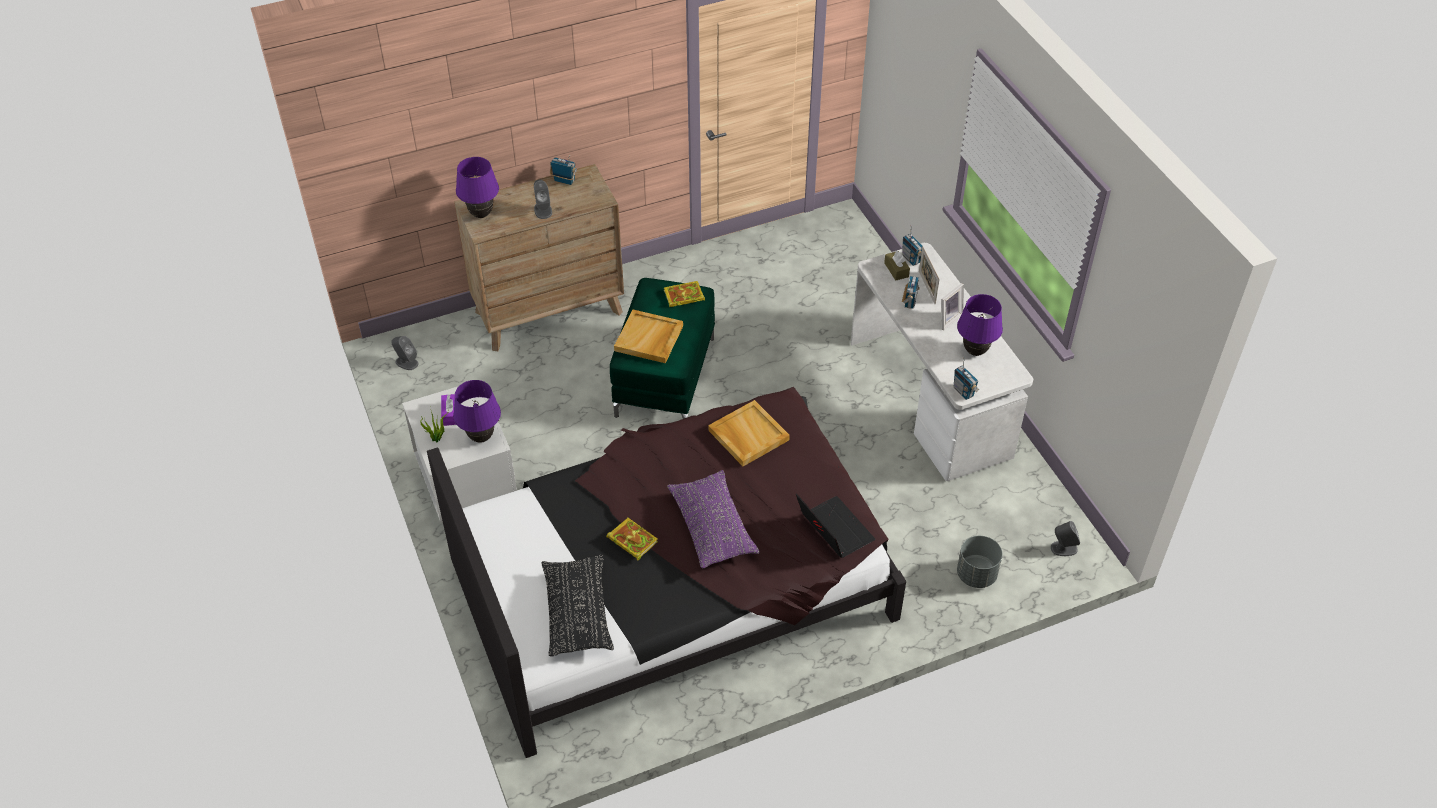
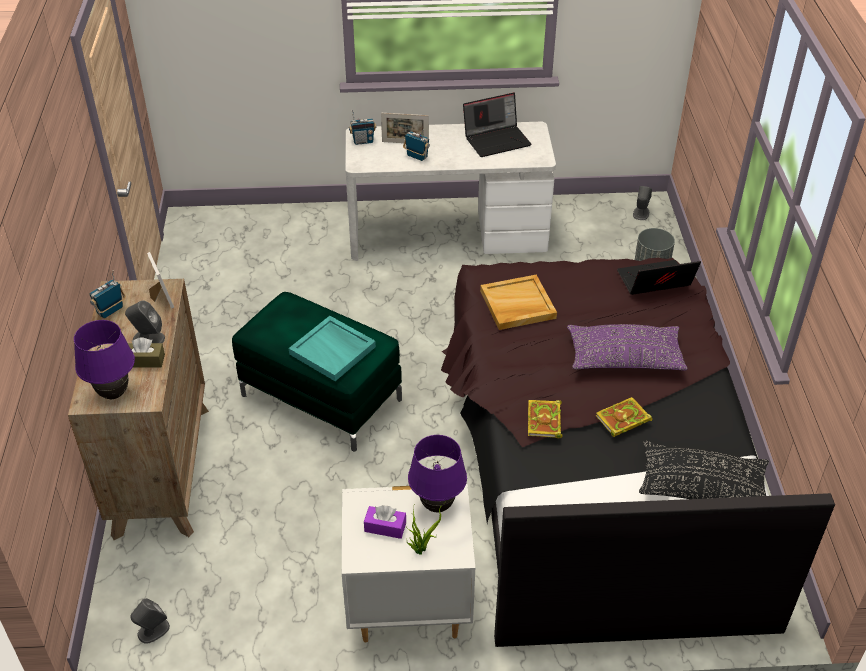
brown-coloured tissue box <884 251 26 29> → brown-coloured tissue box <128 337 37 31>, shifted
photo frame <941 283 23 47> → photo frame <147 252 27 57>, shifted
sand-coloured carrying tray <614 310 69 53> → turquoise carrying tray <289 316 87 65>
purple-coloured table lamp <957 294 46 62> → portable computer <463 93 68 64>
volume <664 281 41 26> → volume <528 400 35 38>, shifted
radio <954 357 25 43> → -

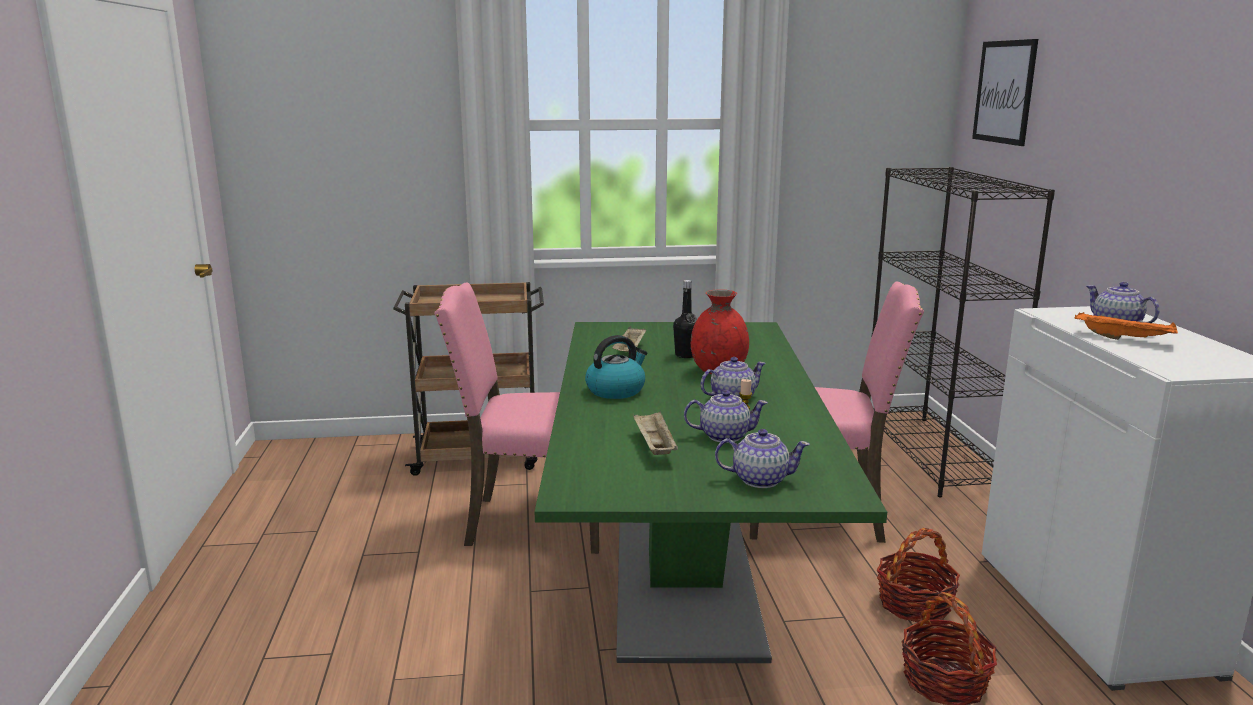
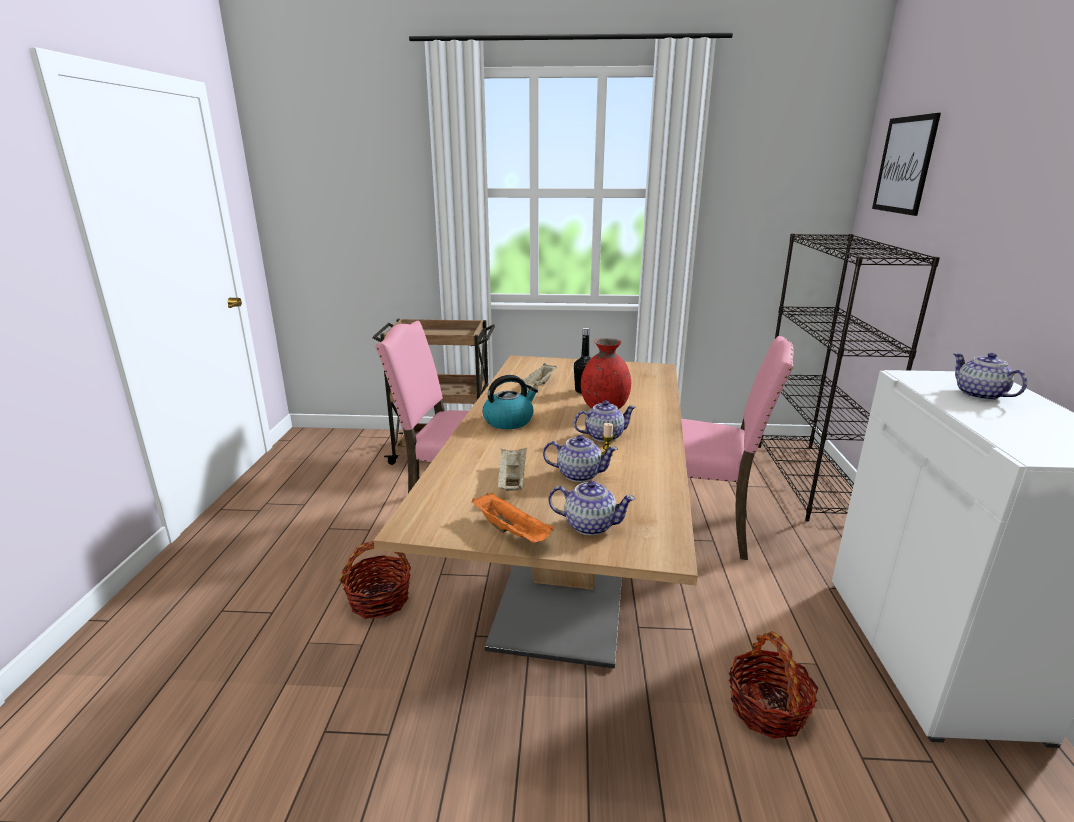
basket <877 528 83 94> → basket <339 541 72 78>, shifted
green-coloured dining table <535 322 352 341> → sand-coloured dining table <374 355 324 314>
orange carrying tray <1075 312 103 28> → orange carrying tray <472 493 82 50>, shifted

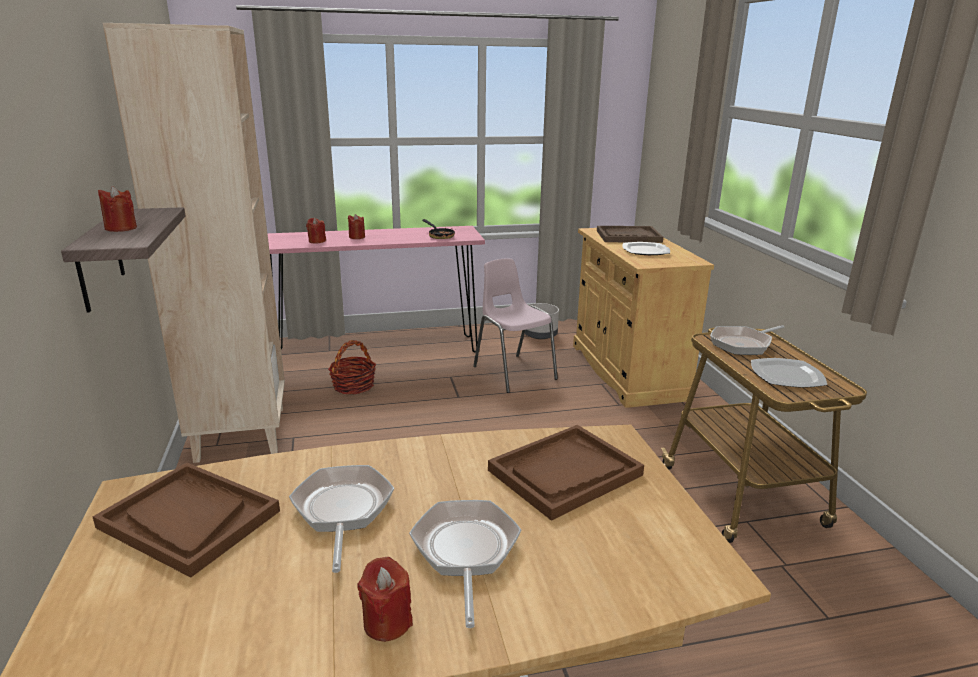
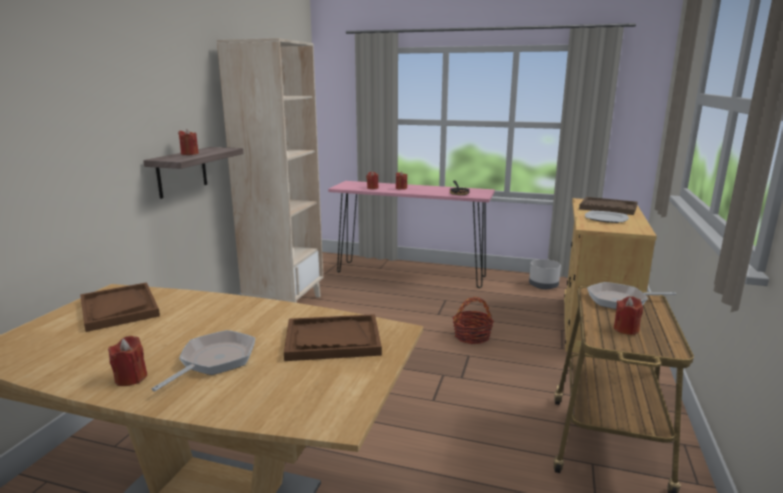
basket <328 340 48 54> → basket <452 297 42 47>, shifted
plate <751 358 76 30> → red candle <614 296 29 39>
pan <289 465 106 108> → -
pink plain chair <473 258 85 135> → -

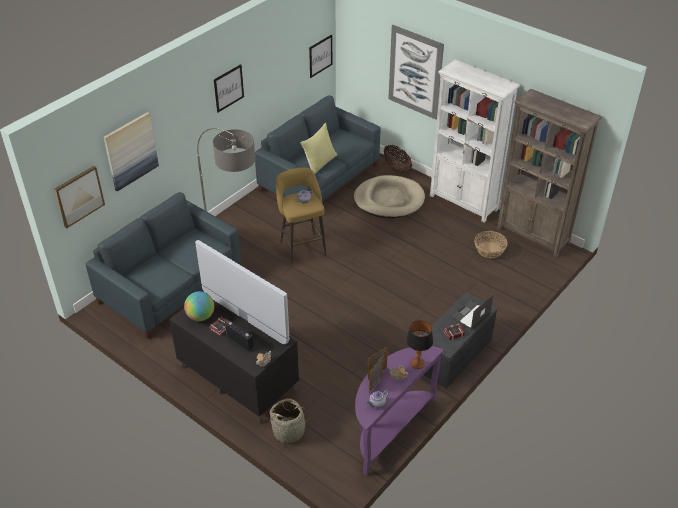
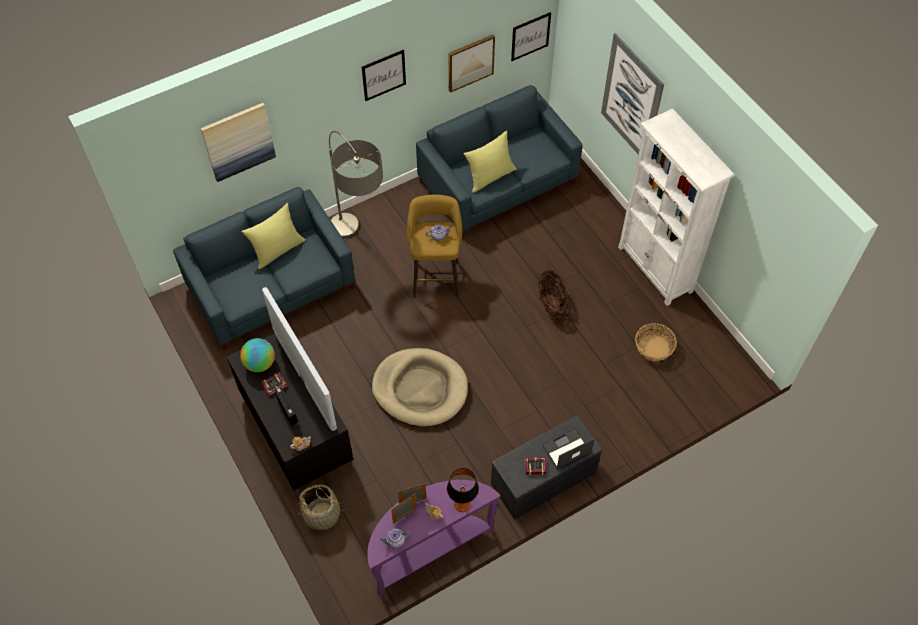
- → yellow-coloured pillow <242 203 63 66>
sand-coloured dog cushion <354 175 71 43> → sand-coloured dog cushion <372 348 96 79>, shifted
wall art <54 166 51 62> → wall art <448 34 47 59>, shifted
basket <384 145 28 29> → basket <538 270 30 49>, shifted
brown-coloured bookcase <497 89 105 168> → -

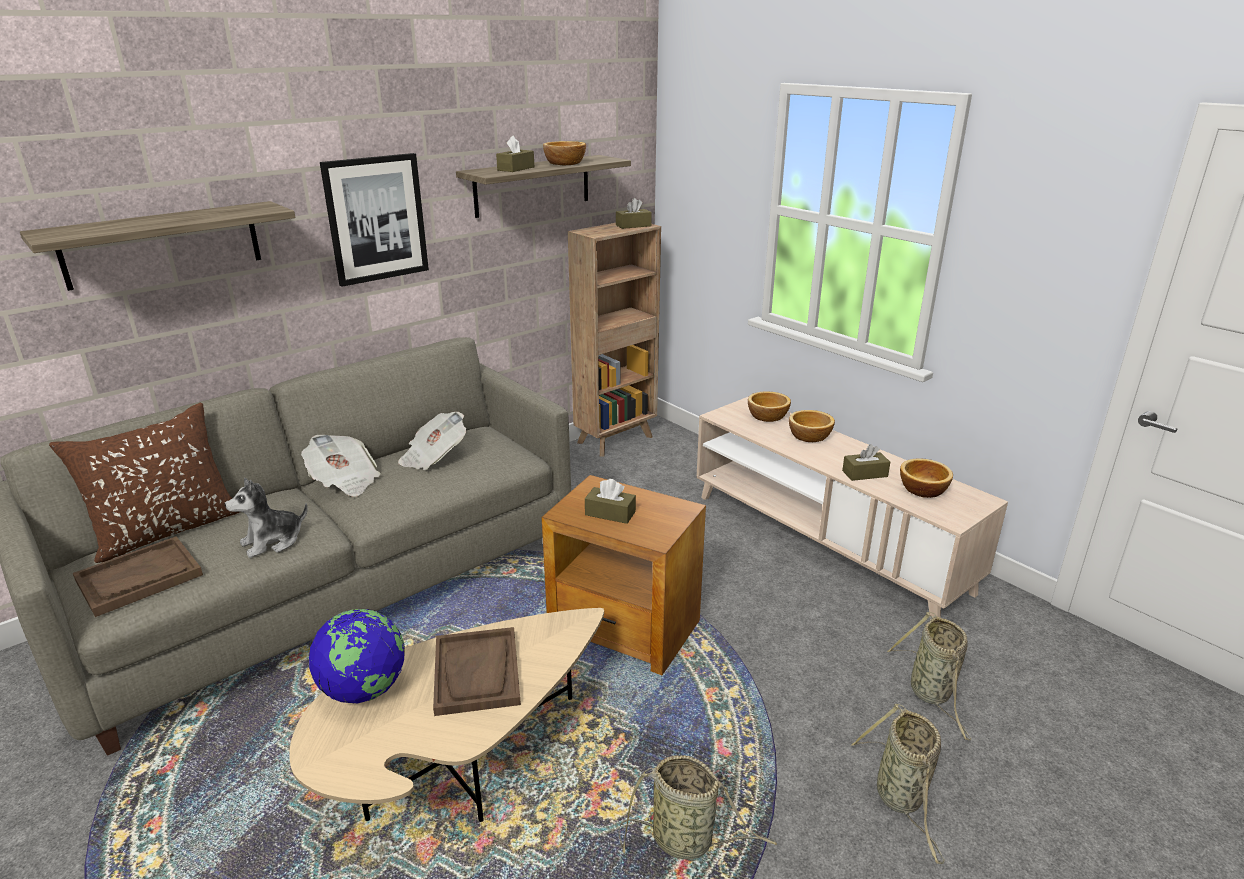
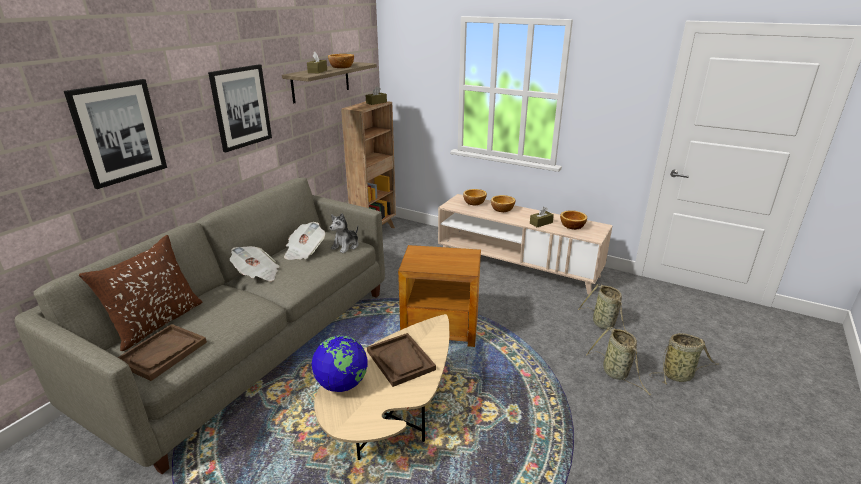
wall shelf <20 201 275 90> → wall art <64 79 103 110>
soft toy <224 478 84 80> → soft toy <330 213 29 40>, shifted
basket <618 755 159 105> → basket <649 333 71 52>, shifted
brown-coloured tissue box <585 479 51 45> → -

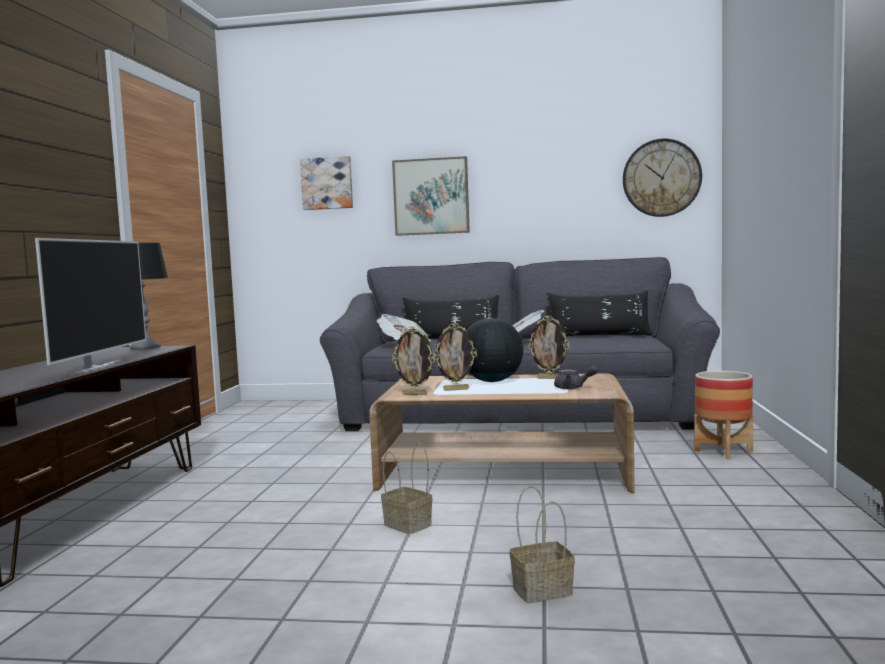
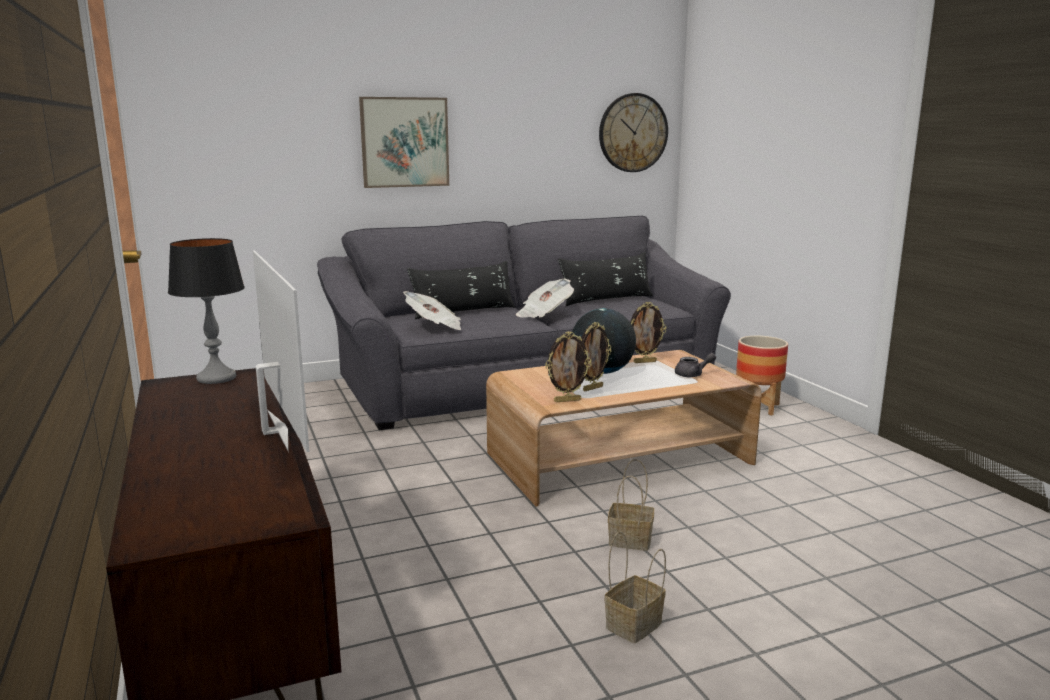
basket <510 486 65 117> → basket <605 531 61 112>, shifted
wall art <300 156 53 54> → -

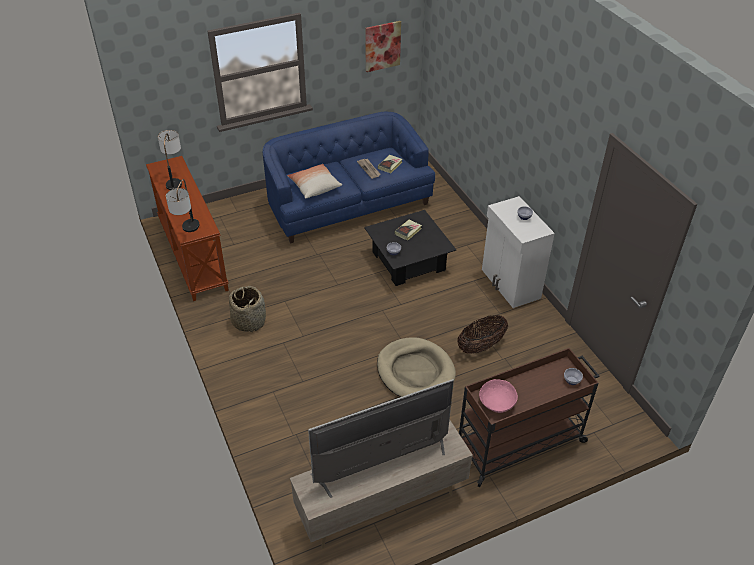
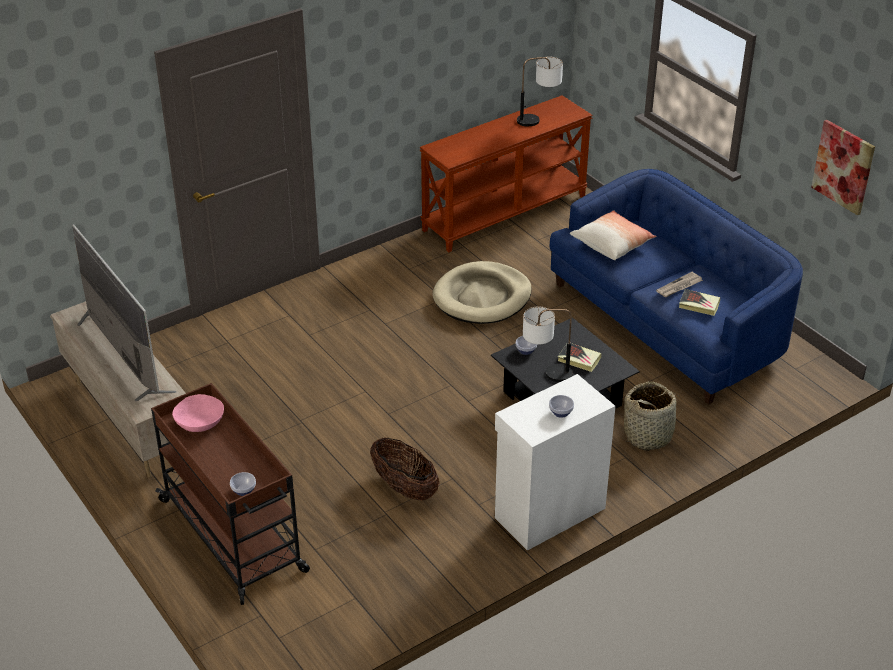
sand-coloured dog cushion <377 337 79 60> → sand-coloured dog cushion <432 261 100 63>, shifted
table lamp <166 179 34 53> → table lamp <523 306 50 76>, shifted
basket <229 286 37 46> → basket <622 382 61 69>, shifted

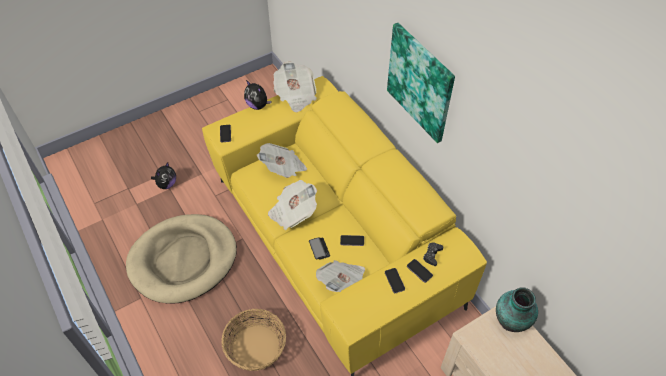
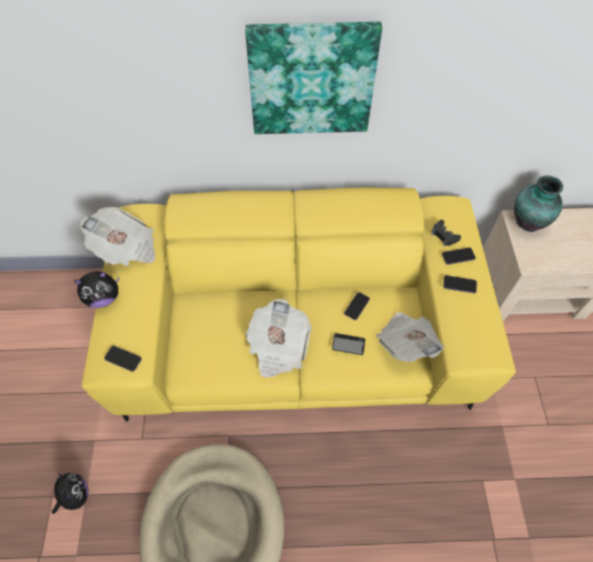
basket <221 309 65 62> → -
daily paper <257 143 50 35> → -

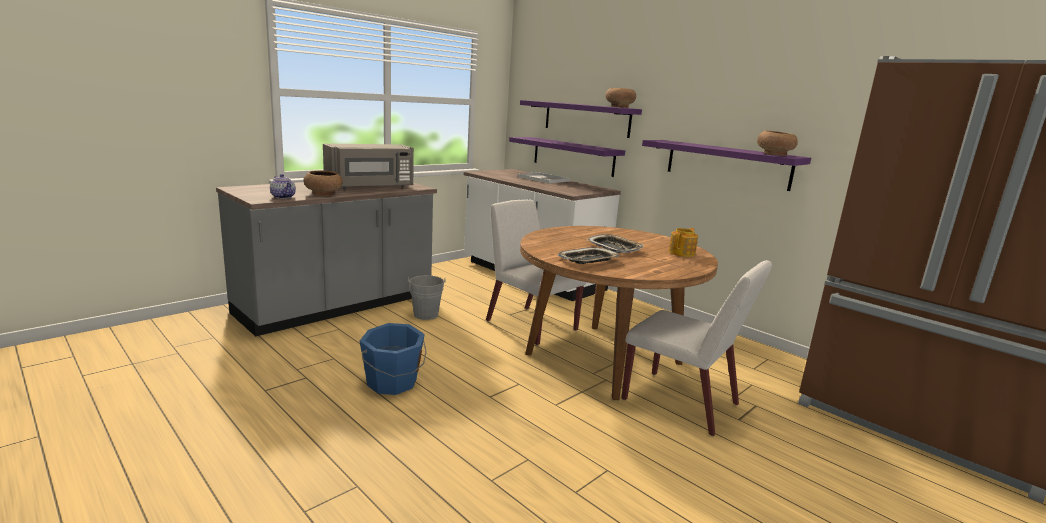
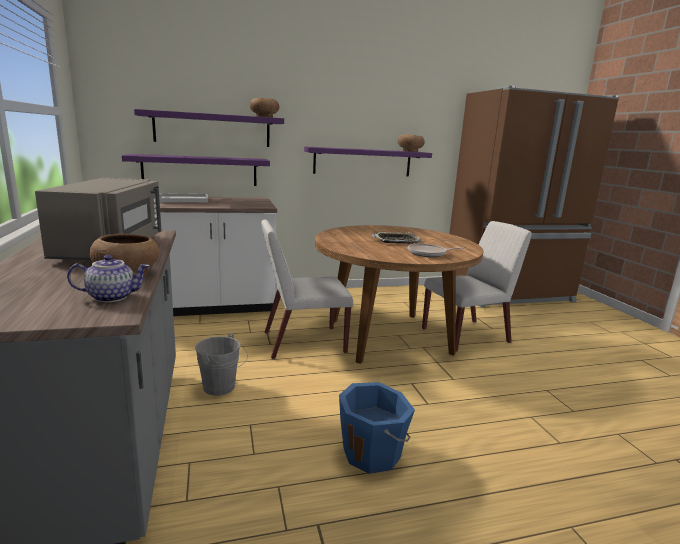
carrying tray <557 247 63 17> → pan <408 244 57 13>
teapot <669 228 29 29> → -

